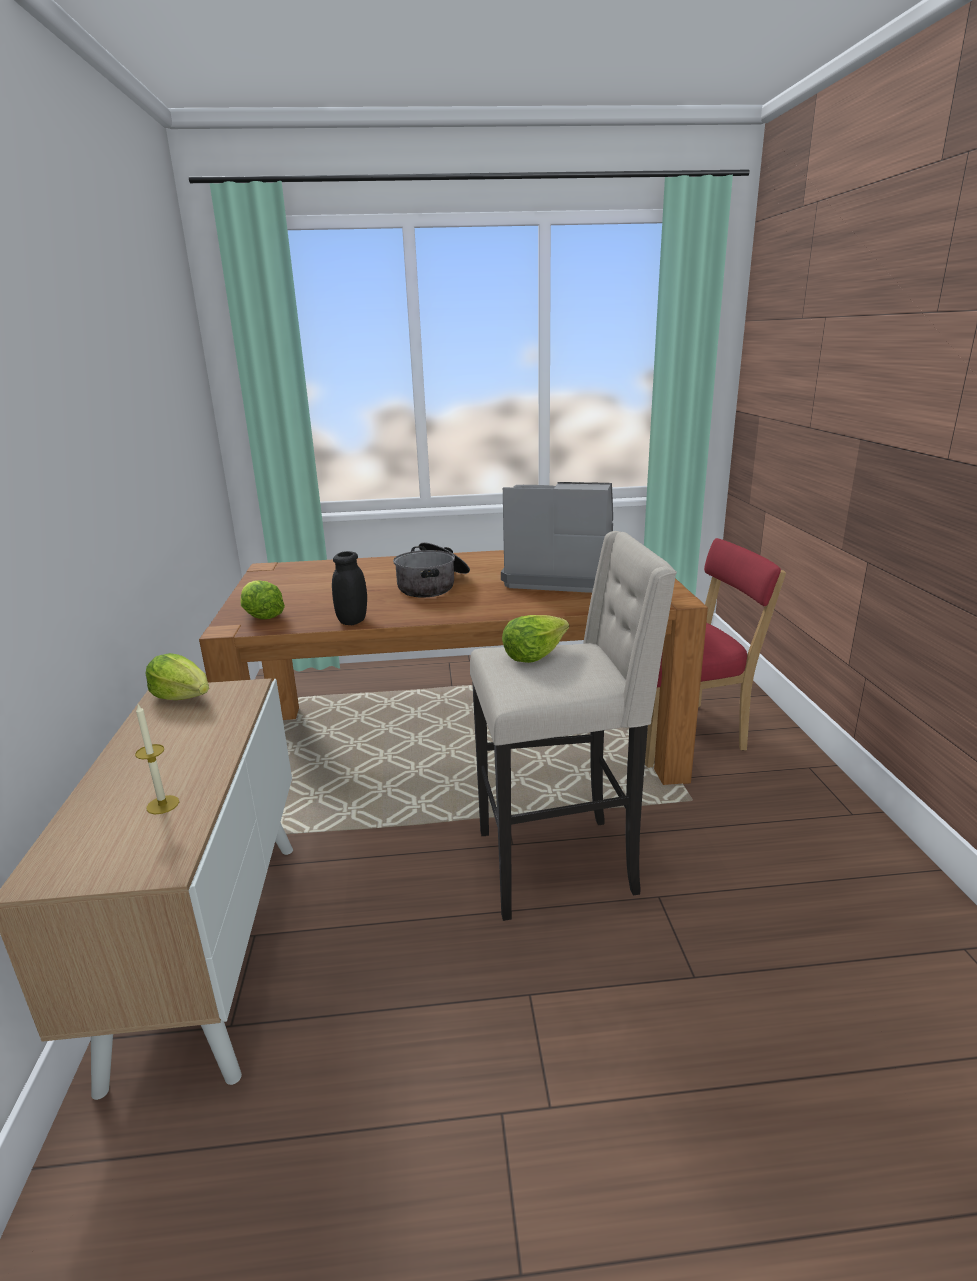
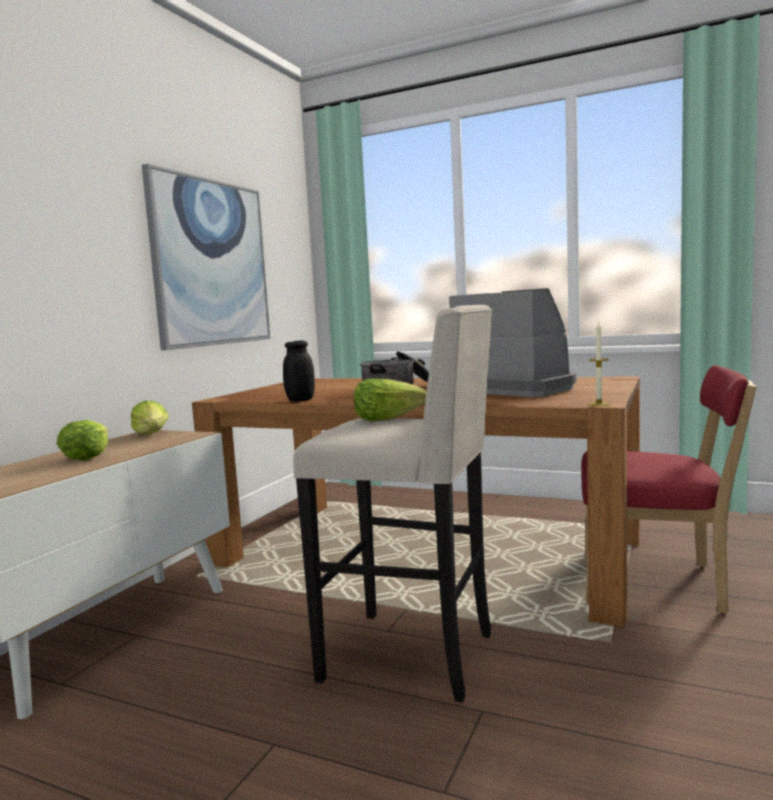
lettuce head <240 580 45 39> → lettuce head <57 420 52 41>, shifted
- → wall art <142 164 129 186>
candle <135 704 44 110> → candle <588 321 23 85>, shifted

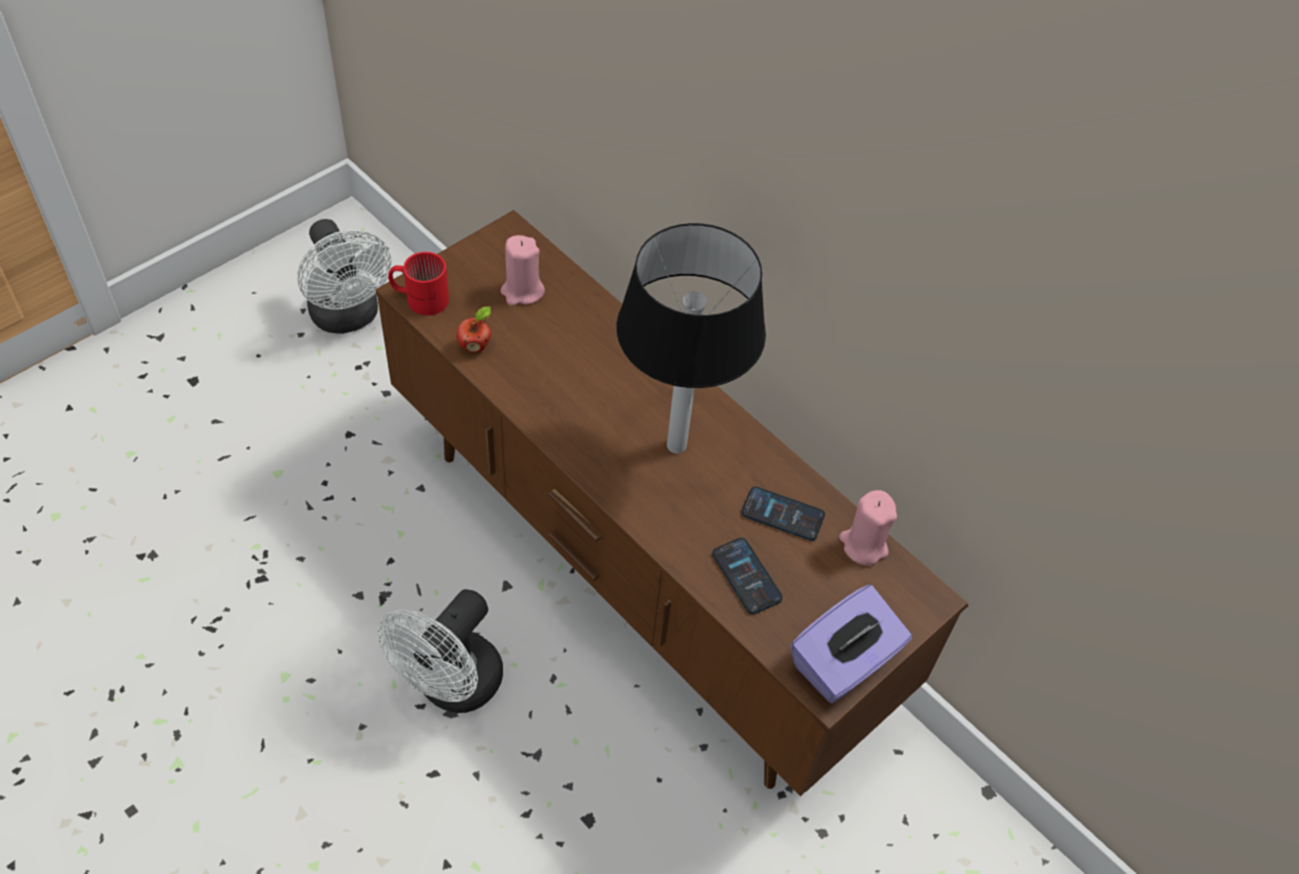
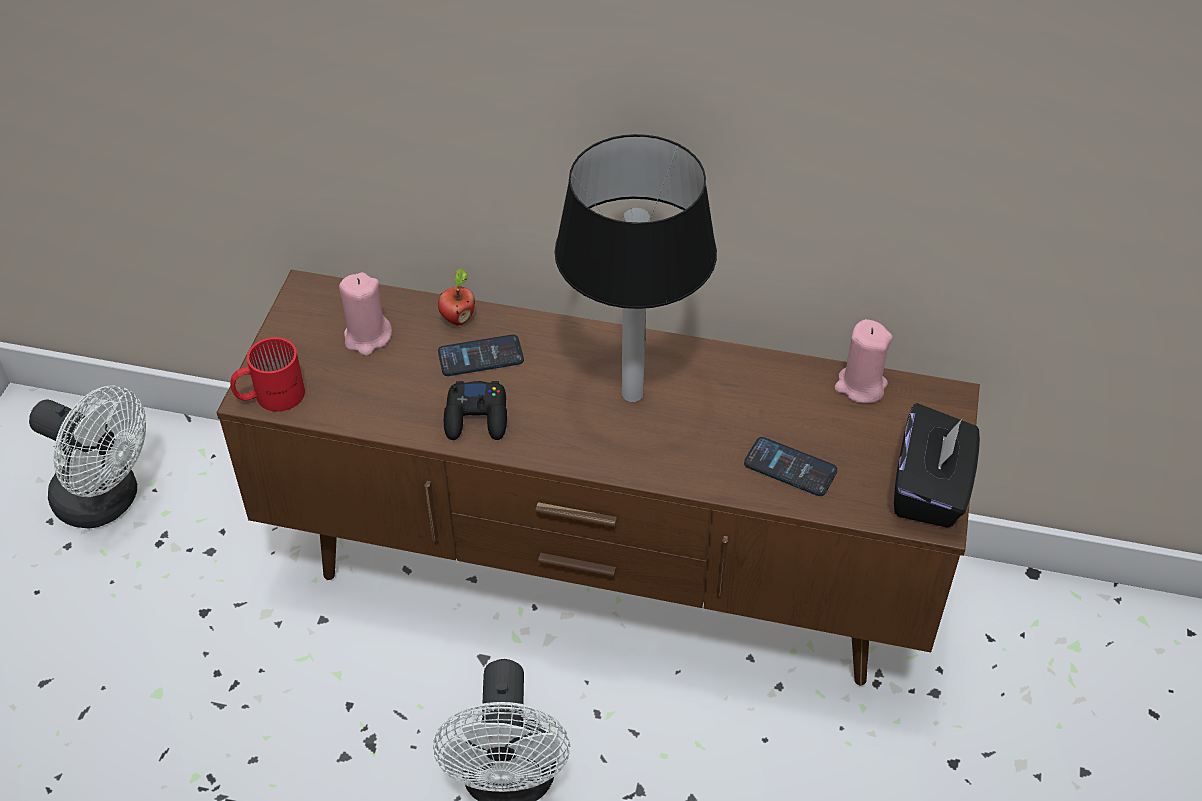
whole apple <456 306 35 47> → whole apple <438 268 37 58>, shifted
phone <741 487 84 54> → phone <438 334 86 42>, shifted
- → black gamepad <444 381 63 59>
purple-coloured tissue box <791 585 121 119> → black tissue box <894 403 86 125>

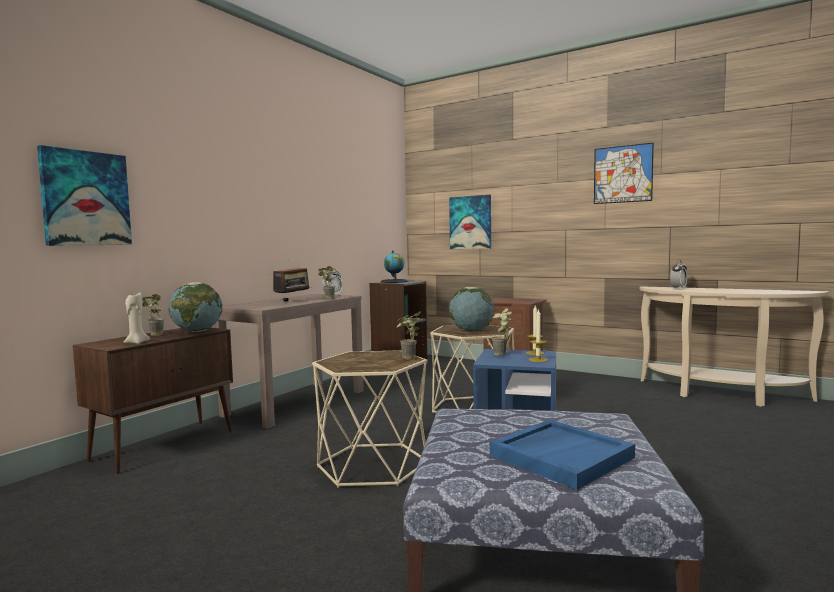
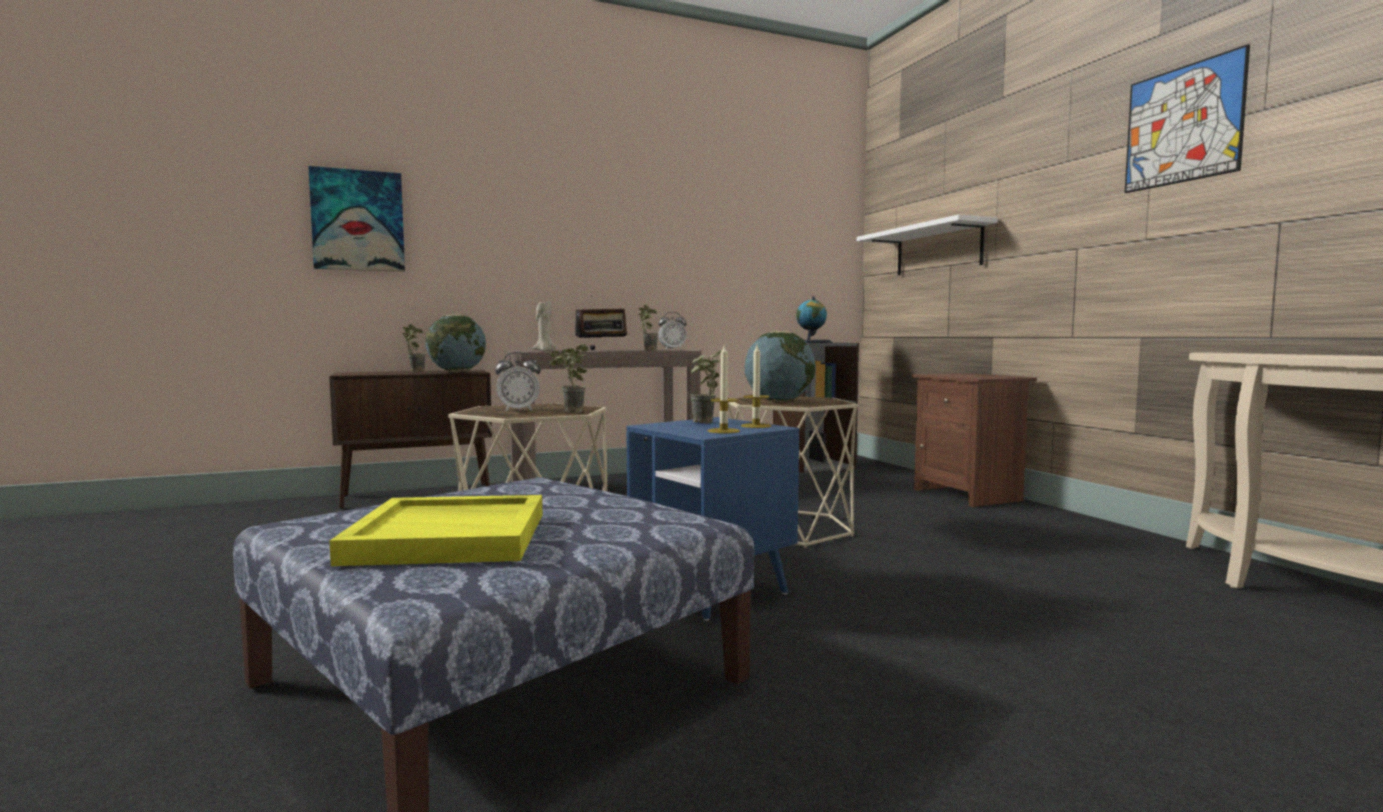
blue-coloured carrying tray <490 420 145 70> → yellow-coloured carrying tray <329 495 213 71>
alarm clock <670 260 17 29> → alarm clock <495 352 46 60>, shifted
sand-coloured candle <123 293 27 51> → sand-coloured candle <532 300 25 51>, shifted
wall art <449 195 42 54> → white-coloured wall shelf <857 215 141 60>

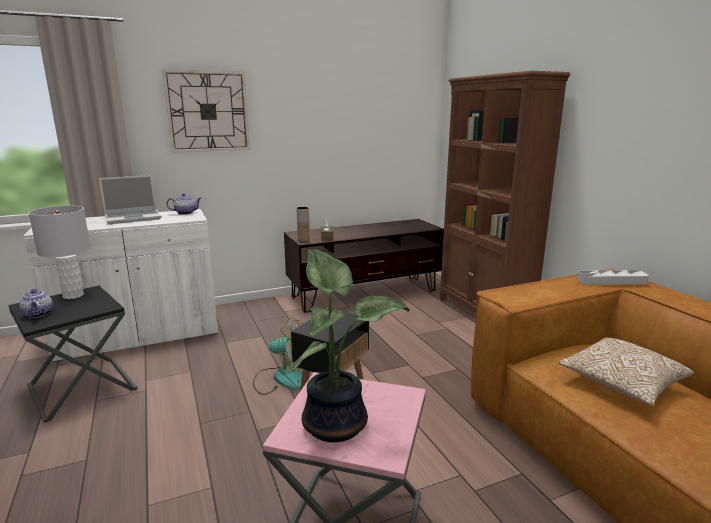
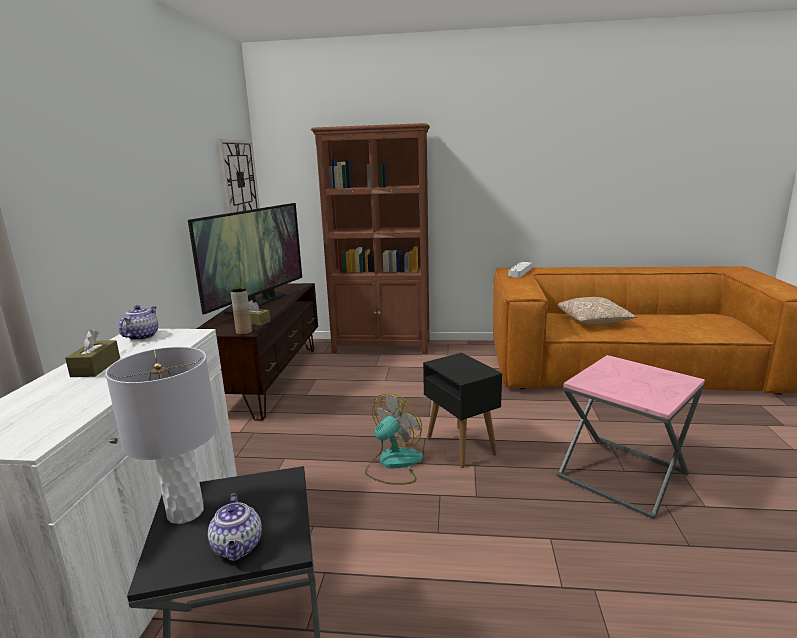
portable computer <99 175 63 49> → brown-coloured tissue box <65 329 55 48>
- → TV set <188 203 114 111>
teapot <20 289 33 29> → teapot <208 493 54 68>, 75 degrees clockwise
clock on the wall <162 69 88 84> → clock on the wall <217 139 43 74>, shifted
houseplant <285 249 125 193> → -

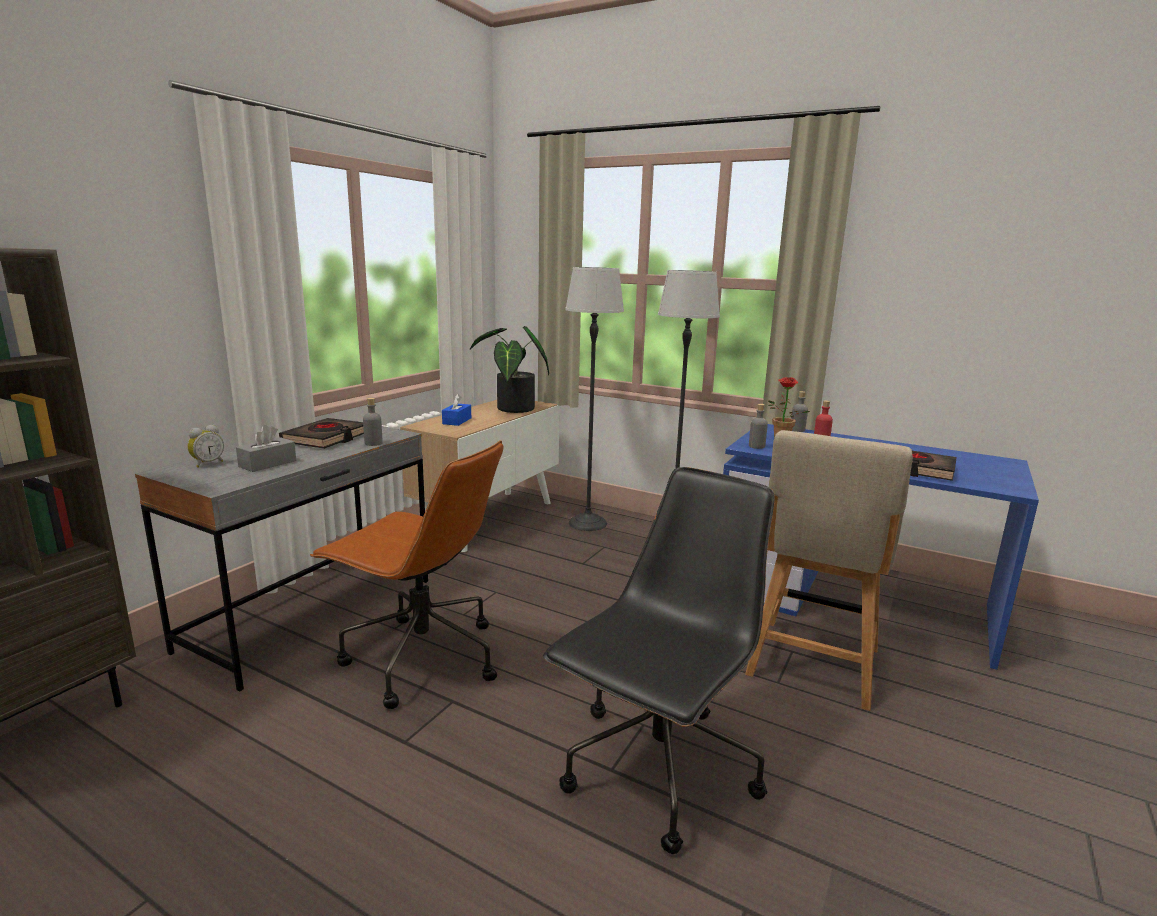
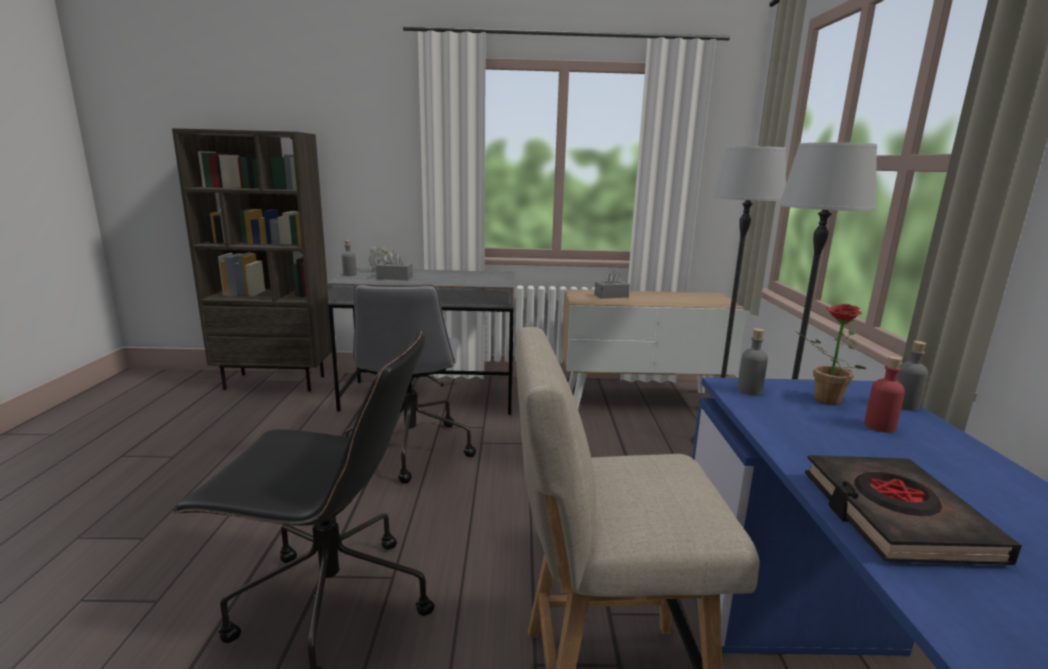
gray beverage bottle <363 398 20 48> → gray beverage bottle <342 240 14 36>, shifted
brown-coloured computer chair <310 440 194 269> → gray computer chair <345 284 131 199>
blue-coloured tissue box <442 394 29 32> → gray tissue box <594 270 36 29>
black volume <279 418 85 31> → -
houseplant <470 326 79 87> → -

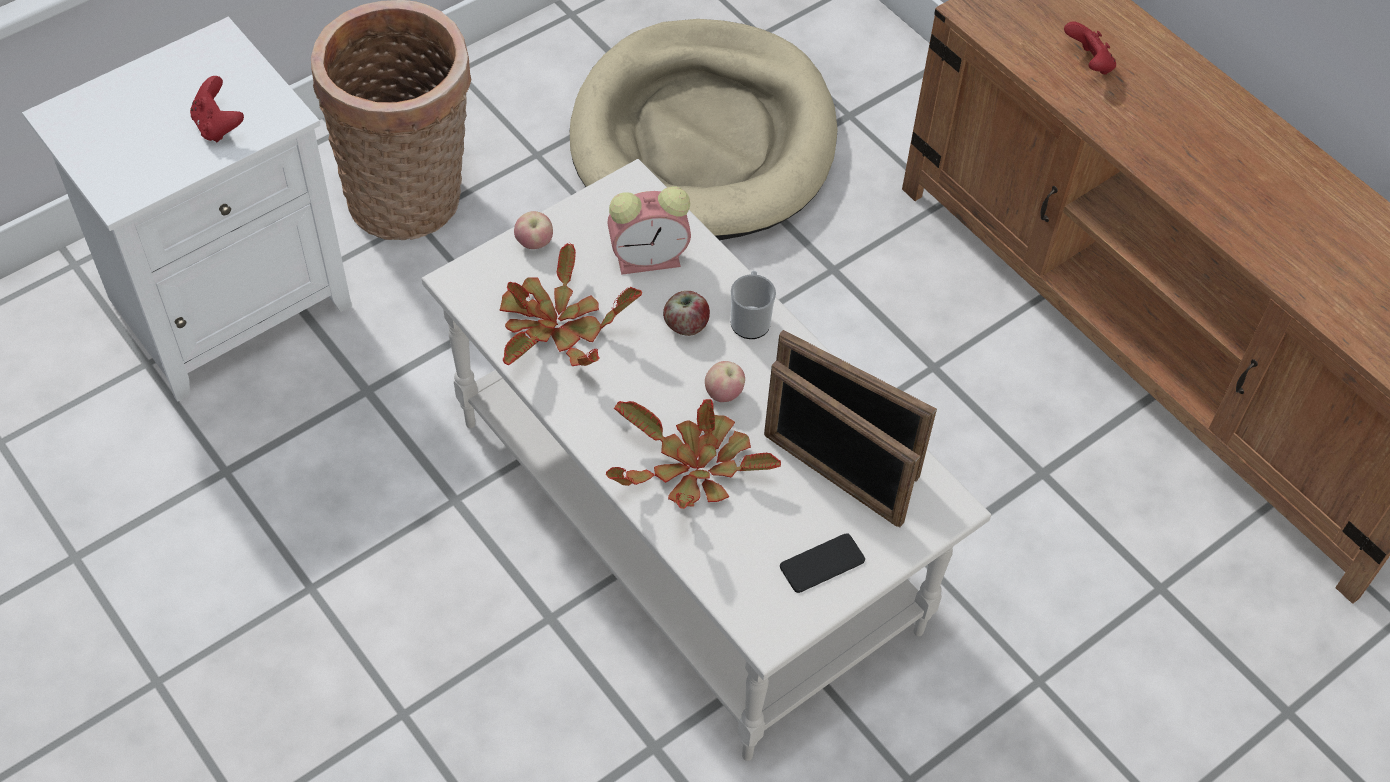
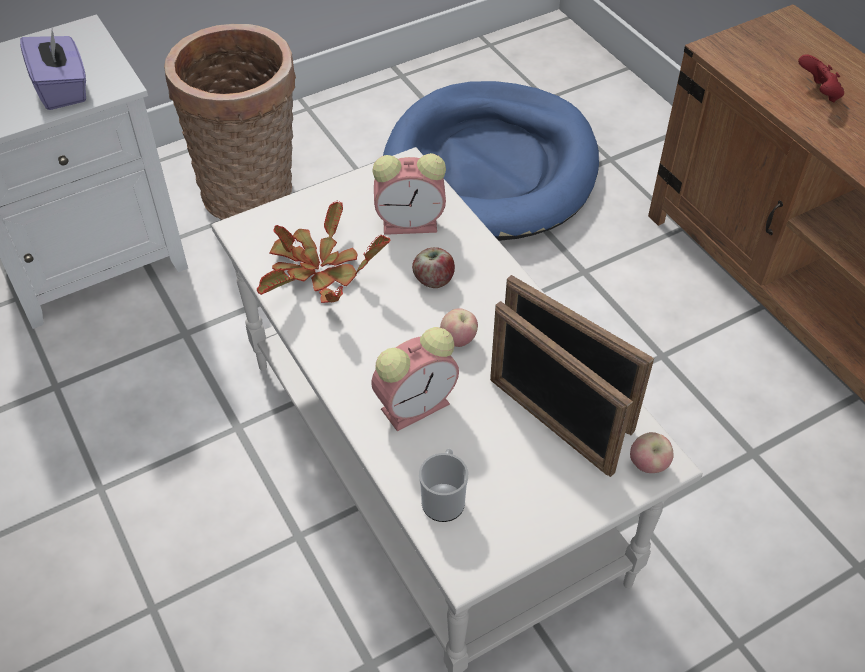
red gamepad <190 76 54 67> → purple-coloured tissue box <20 30 66 80>
houseplant <606 399 175 110> → alarm clock <371 327 88 104>
sand-coloured dog cushion <570 19 268 221> → blue-coloured dog cushion <383 81 216 160>
tea mug <731 271 45 68> → tea mug <419 448 49 74>, shifted
whole apple <514 211 39 38> → whole apple <630 432 44 41>, shifted
phone <780 533 85 60> → -

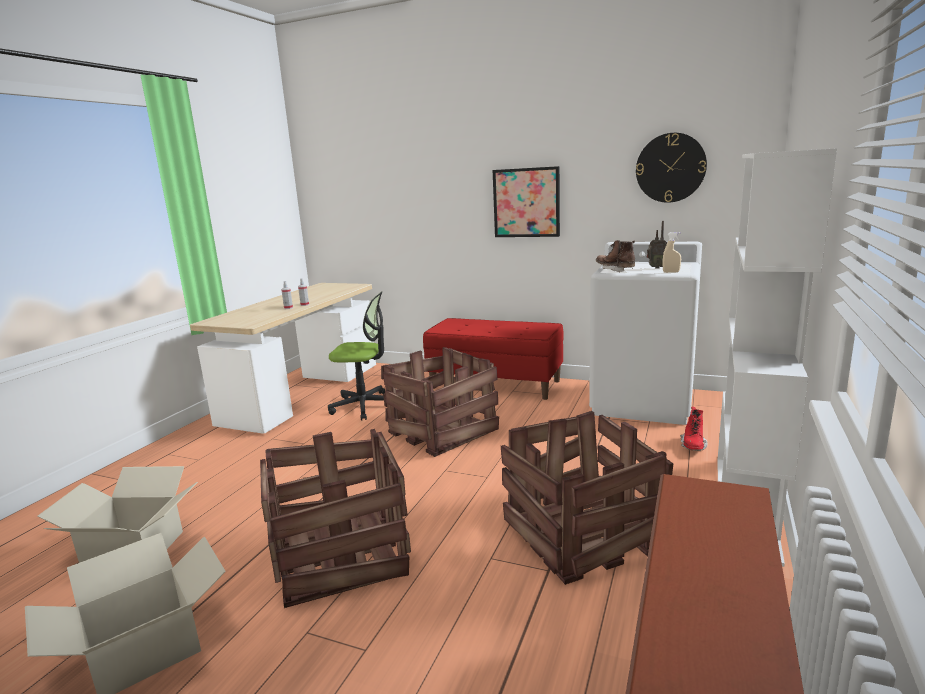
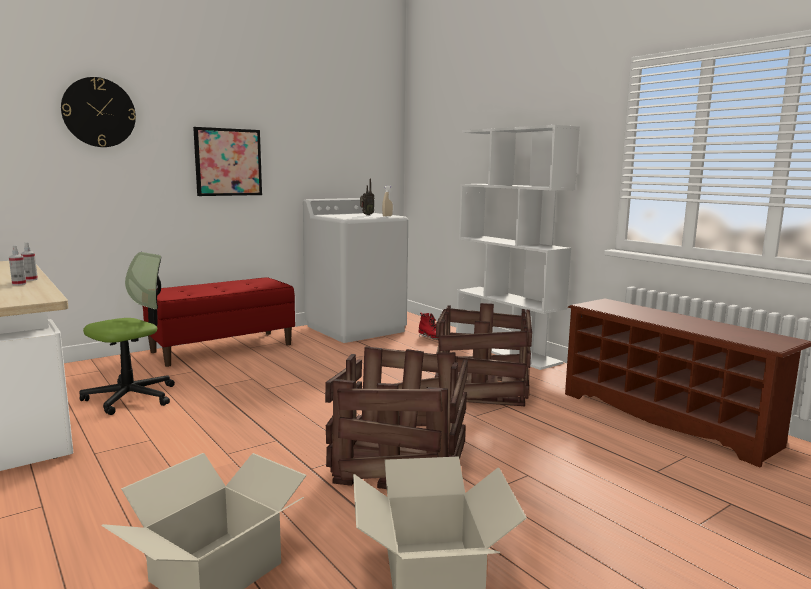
clock on the wall <636 133 71 70> → clock on the wall <61 77 75 70>, shifted
packing crate <381 347 118 110> → -
brown-coloured tall boot <595 240 40 32> → -

